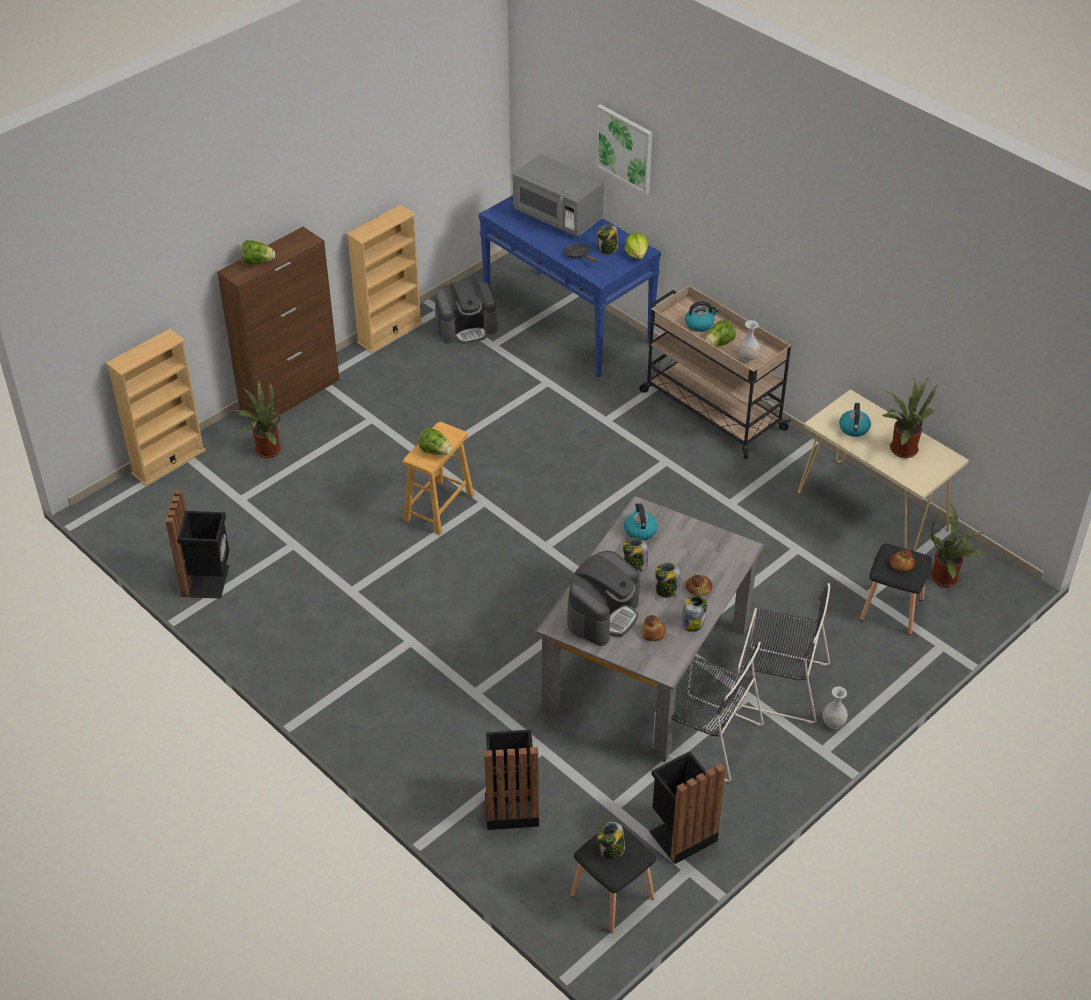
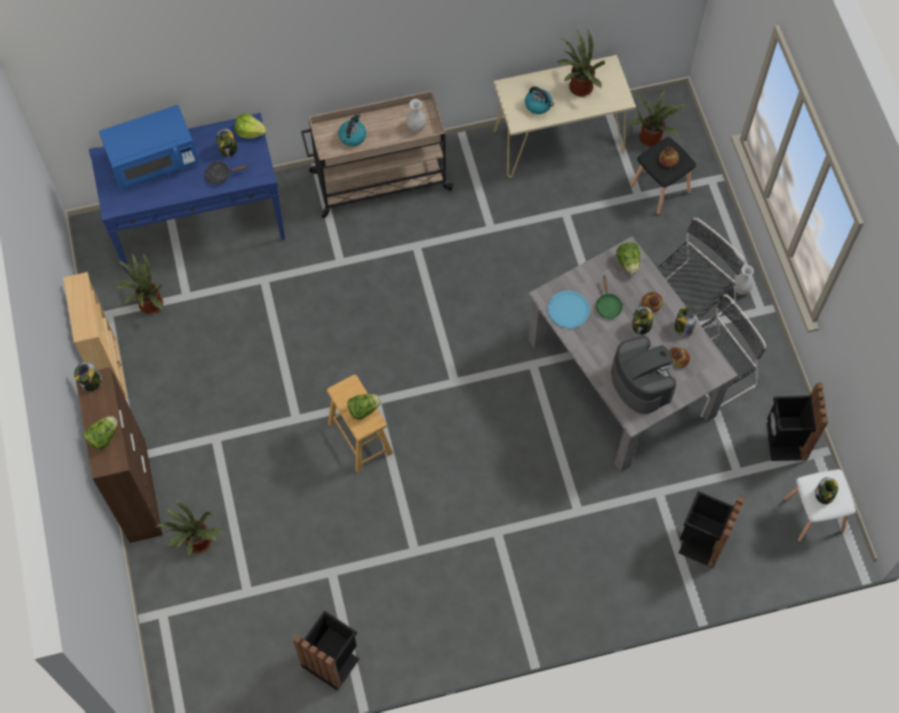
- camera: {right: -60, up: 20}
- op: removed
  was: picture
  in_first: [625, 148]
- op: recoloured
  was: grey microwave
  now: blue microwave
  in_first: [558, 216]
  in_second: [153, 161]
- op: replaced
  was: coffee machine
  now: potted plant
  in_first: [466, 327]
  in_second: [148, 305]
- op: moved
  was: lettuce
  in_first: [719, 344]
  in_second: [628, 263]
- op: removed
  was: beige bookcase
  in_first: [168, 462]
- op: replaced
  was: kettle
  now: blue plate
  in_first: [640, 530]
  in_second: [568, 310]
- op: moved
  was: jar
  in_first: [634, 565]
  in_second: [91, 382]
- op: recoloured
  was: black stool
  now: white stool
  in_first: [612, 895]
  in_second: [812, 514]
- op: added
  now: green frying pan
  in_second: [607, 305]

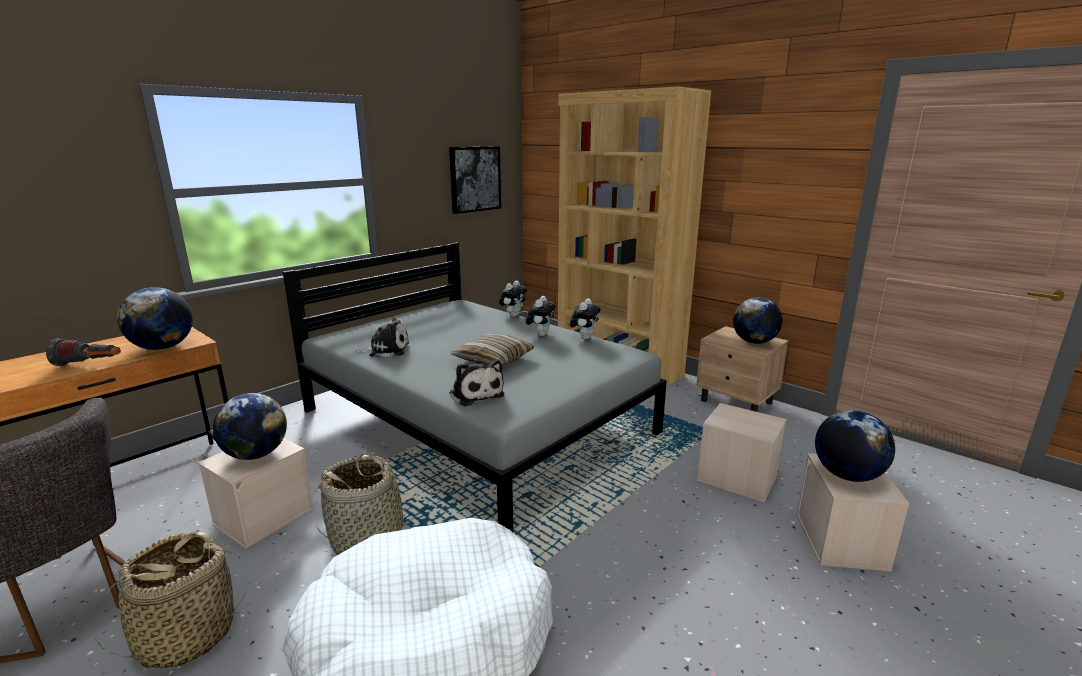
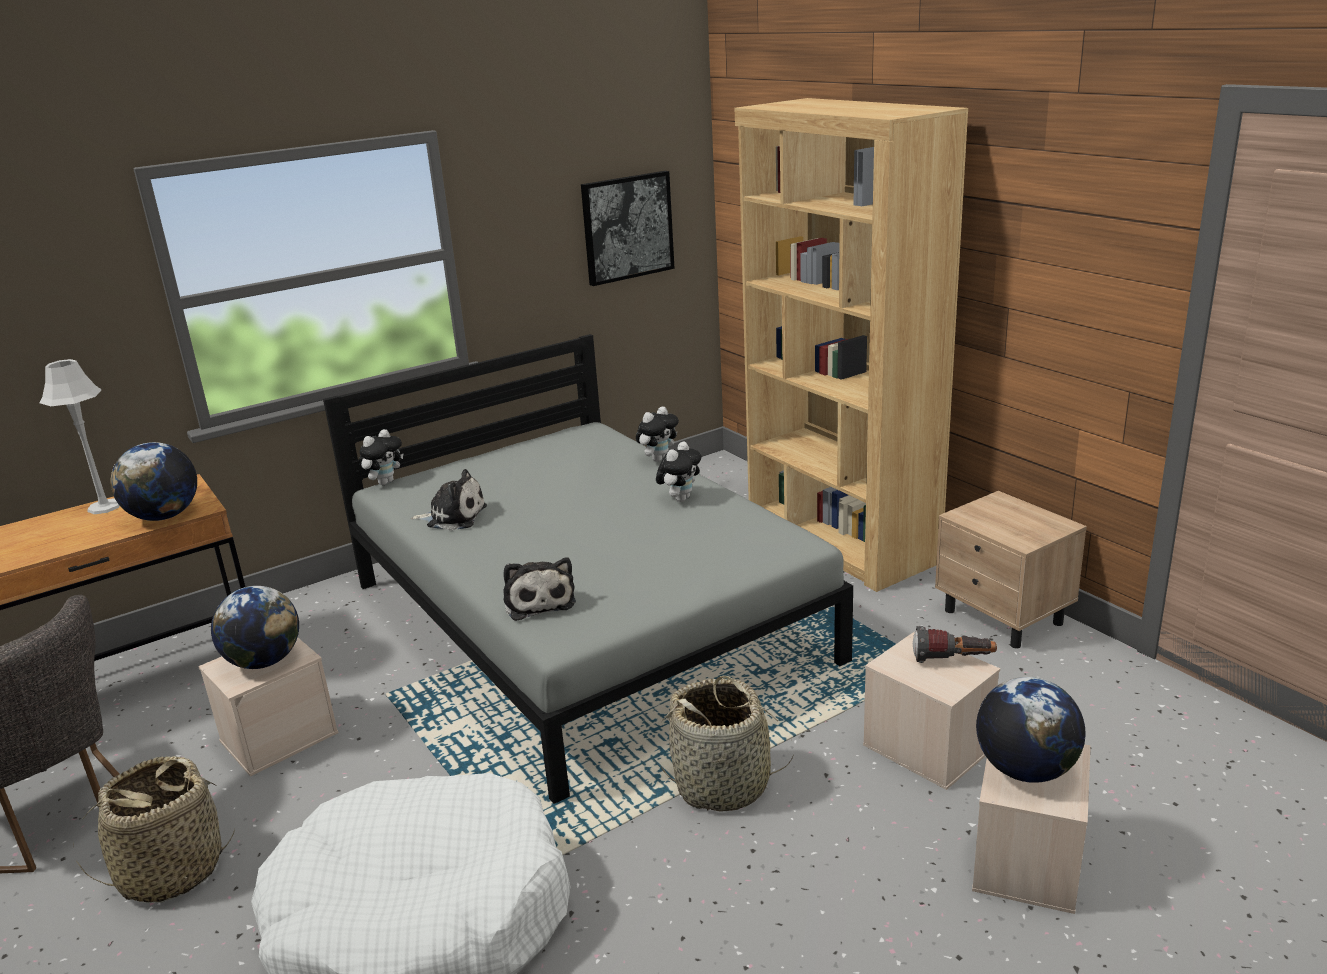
- camera: {right: 15, up: 5}
- op: removed
  was: globe
  in_first: [754, 342]
- op: moved
  was: plush toy
  in_first: [584, 337]
  in_second: [385, 482]
- op: removed
  was: pillow
  in_first: [494, 360]
- op: moved
  was: flashlight
  in_first: [90, 364]
  in_second: [953, 661]
- op: moved
  was: basket
  in_first: [367, 537]
  in_second: [723, 784]
- op: added
  now: grey table lamp
  in_second: [104, 507]

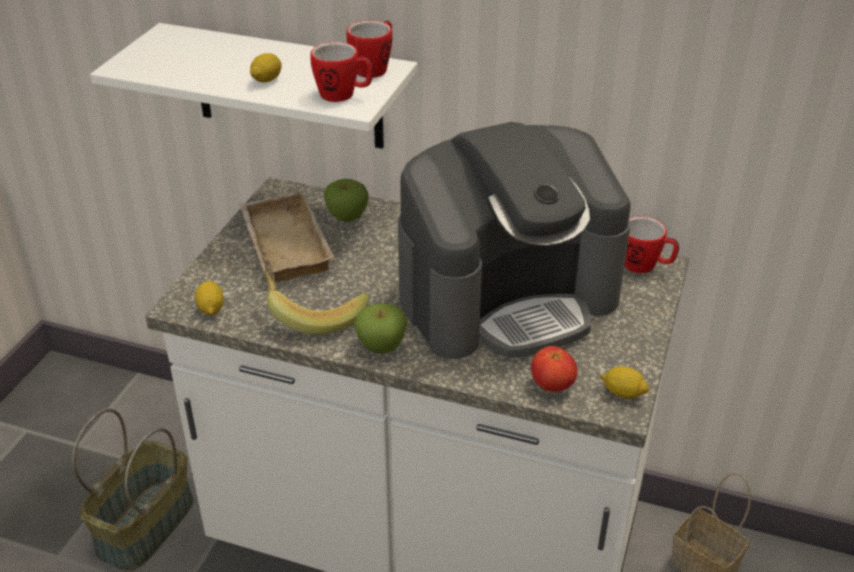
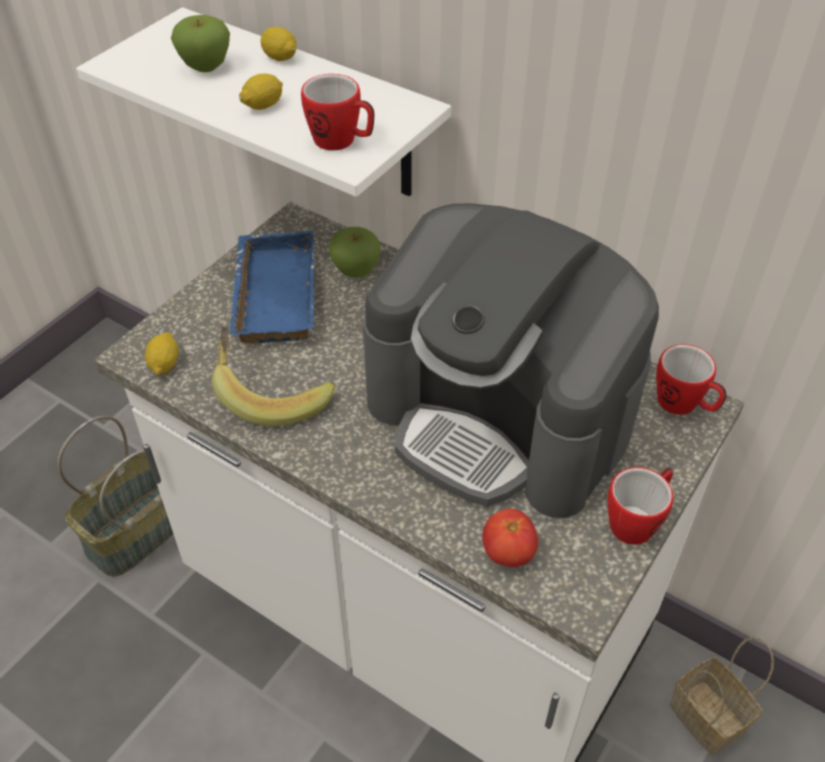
- camera: {right: 15, up: 10}
- op: moved
  was: mug
  in_first: [375, 68]
  in_second: [637, 521]
- op: turned
  was: coffee machine
  in_first: [508, 297]
  in_second: [500, 416]
  clockwise: 45
- op: recoloured
  was: beige tray
  now: blue tray
  in_first: [282, 244]
  in_second: [271, 294]
- op: moved
  was: apple
  in_first: [381, 347]
  in_second: [205, 67]
- op: moved
  was: lemon
  in_first: [623, 393]
  in_second: [279, 57]

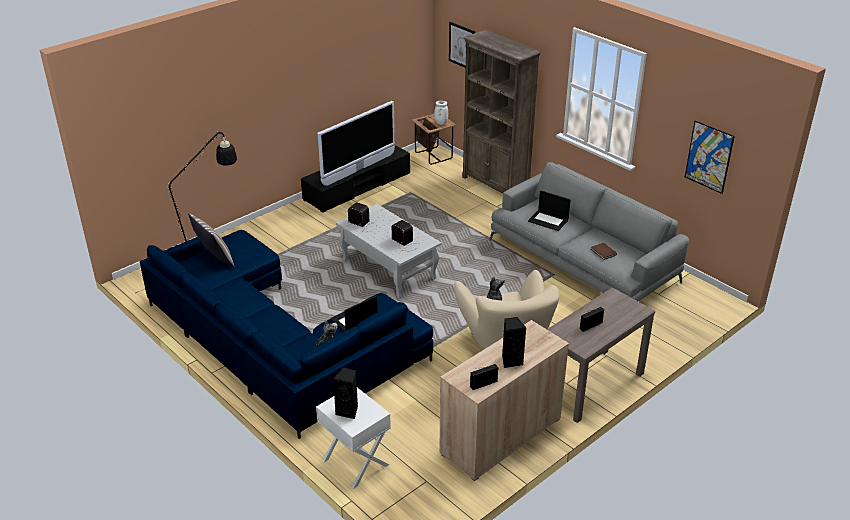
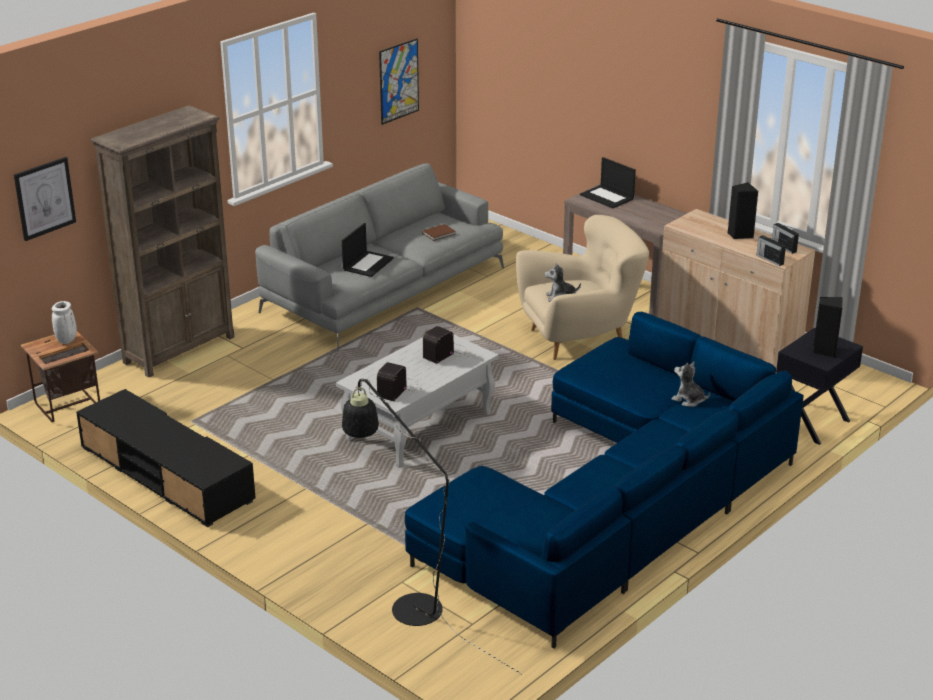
- camera: {right: -95, up: -5}
- op: removed
  was: television
  in_first: [359, 169]
- op: removed
  was: pillow
  in_first: [214, 259]
- op: moved
  was: laptop
  in_first: [354, 319]
  in_second: [607, 197]
- op: moved
  was: radio
  in_first: [591, 325]
  in_second: [769, 259]
- op: recoloured
  was: white nightstand
  now: black nightstand
  in_first: [355, 463]
  in_second: [812, 423]

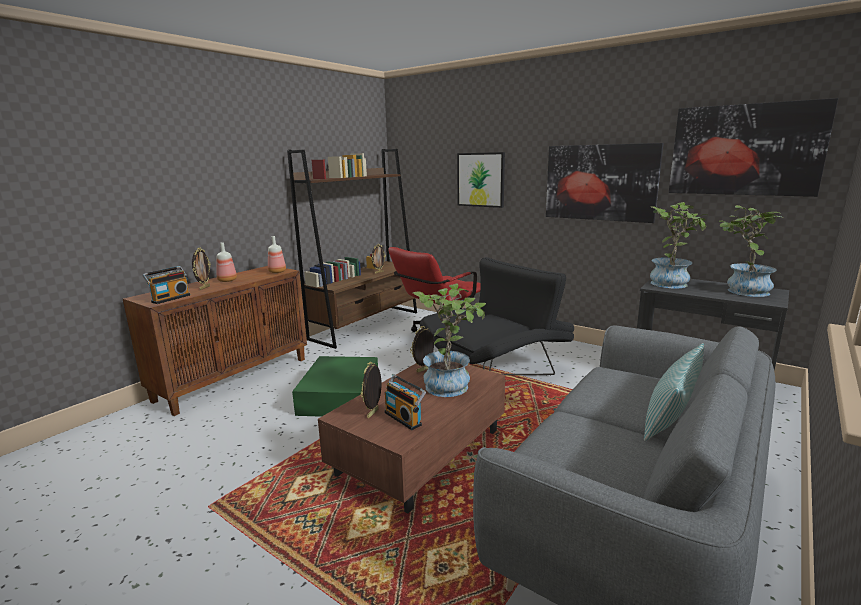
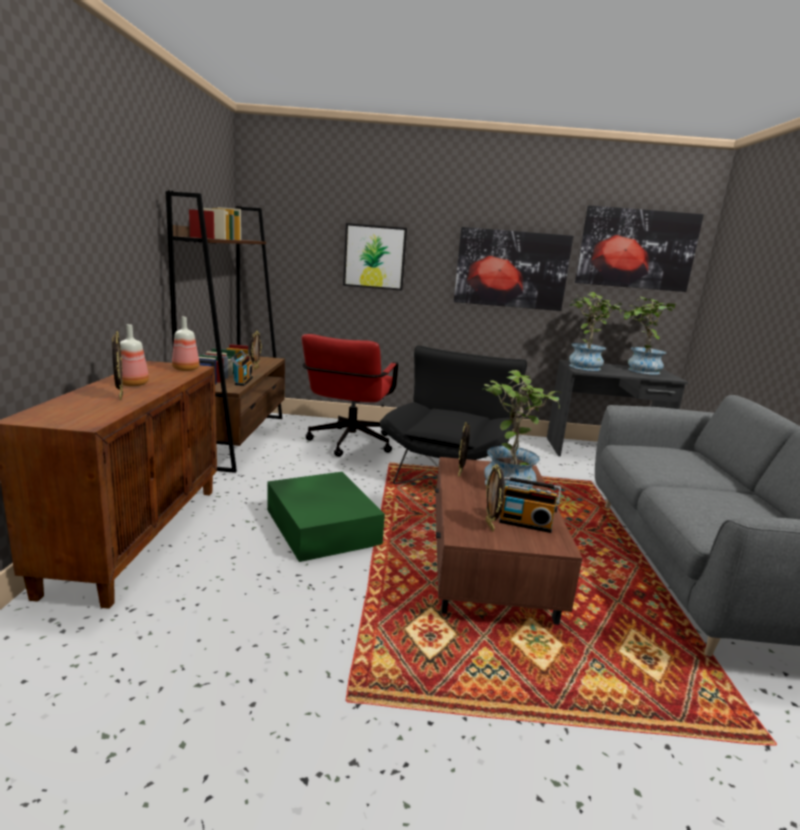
- camera: {right: -35, up: 0}
- op: moved
  was: radio
  in_first: [170, 298]
  in_second: [242, 381]
- op: removed
  was: pillow
  in_first: [671, 415]

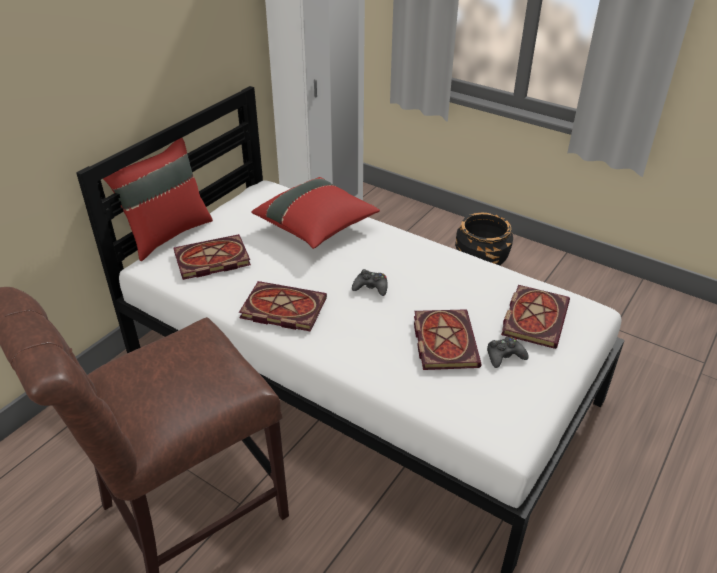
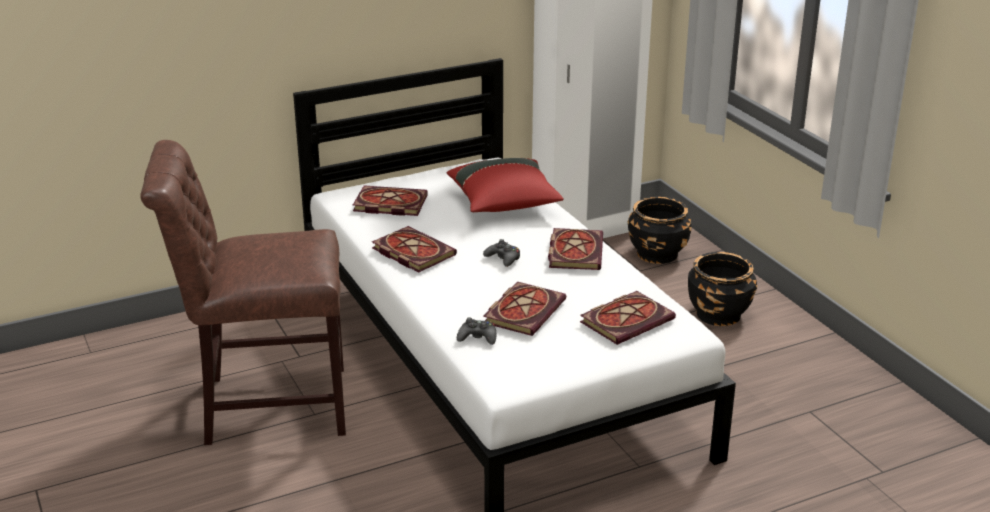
- camera: {right: 30, up: -10}
- op: removed
  was: red pillow
  in_first: [167, 234]
- op: moved
  was: black game controller
  in_first: [504, 356]
  in_second: [478, 337]
- op: added
  now: black planter
  in_second: [657, 254]
- op: added
  now: book
  in_second: [574, 251]

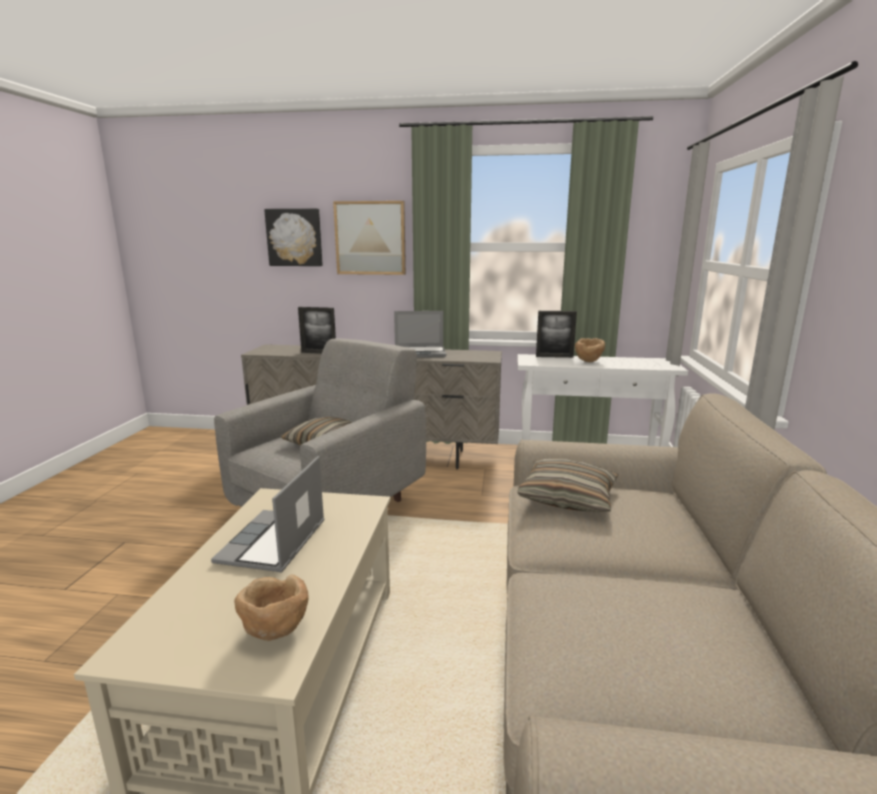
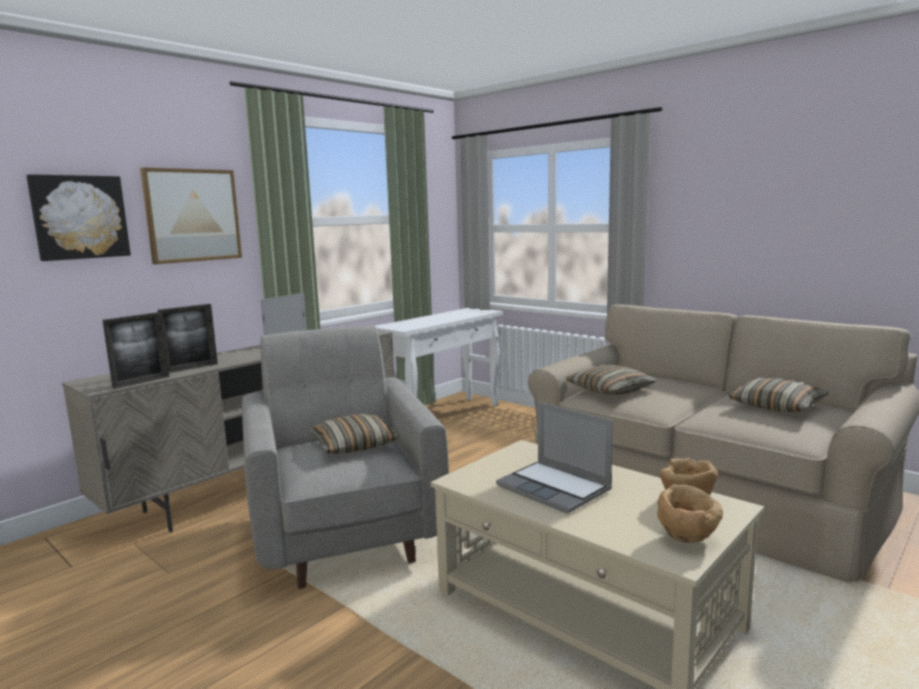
- camera: {right: -55, up: -5}
- op: moved
  was: picture frame
  in_first: [554, 356]
  in_second: [141, 382]
- op: moved
  was: brown bowl
  in_first: [589, 361]
  in_second: [687, 539]
- op: added
  now: pillow
  in_second: [776, 406]

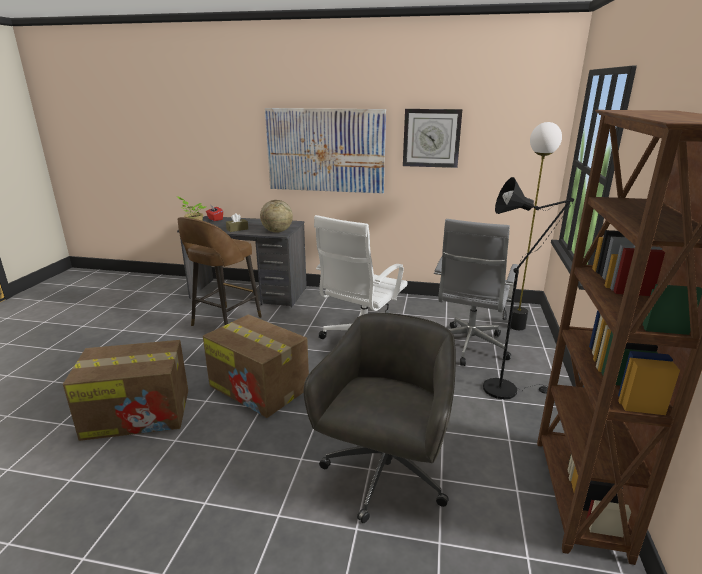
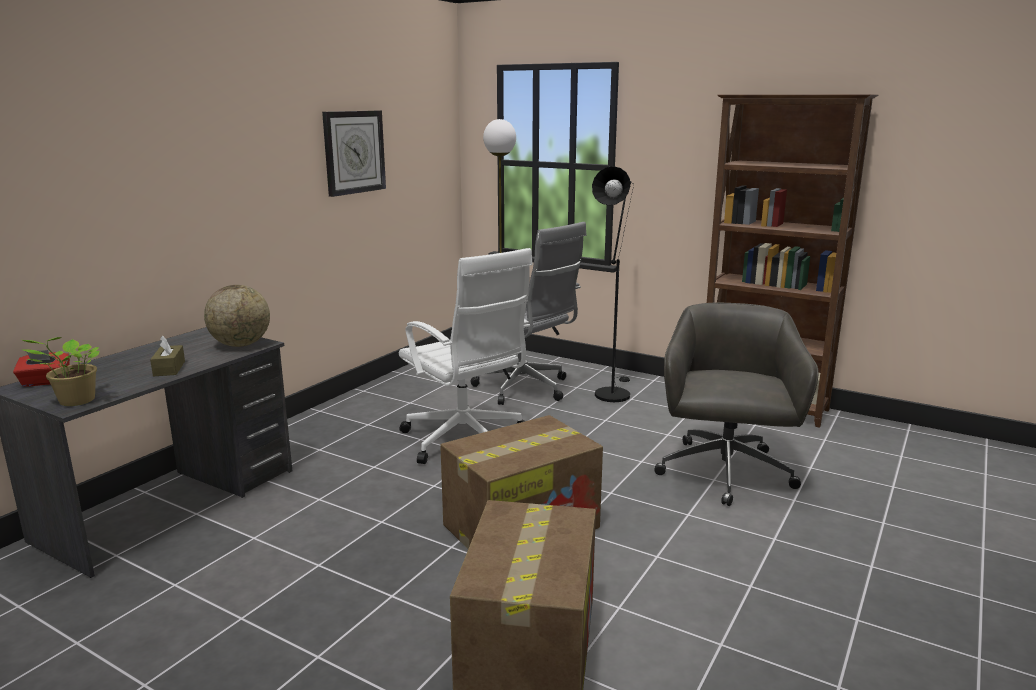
- camera: {right: -70, up: -5}
- op: removed
  was: picture
  in_first: [325, 150]
- op: removed
  was: brown stool
  in_first: [225, 322]
- op: turned
  was: grey office chair
  in_first: [384, 475]
  in_second: [724, 474]
  clockwise: 60

